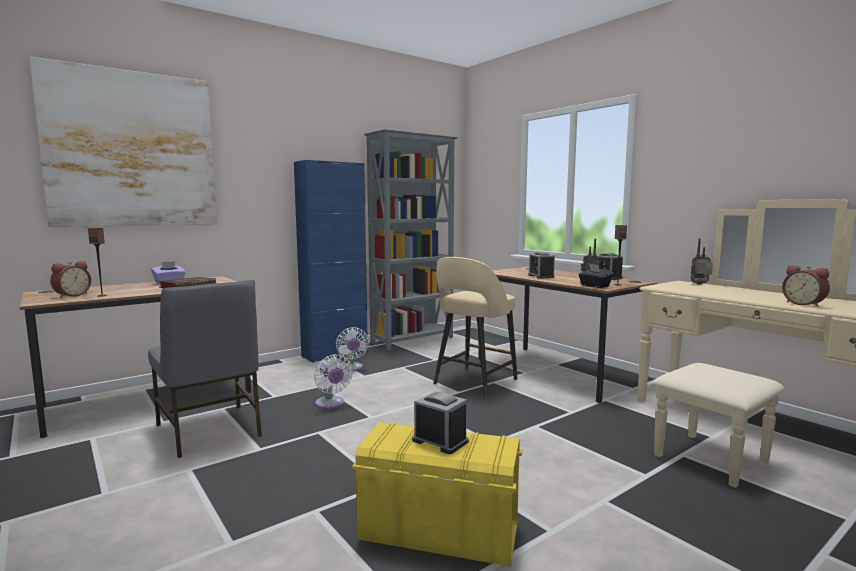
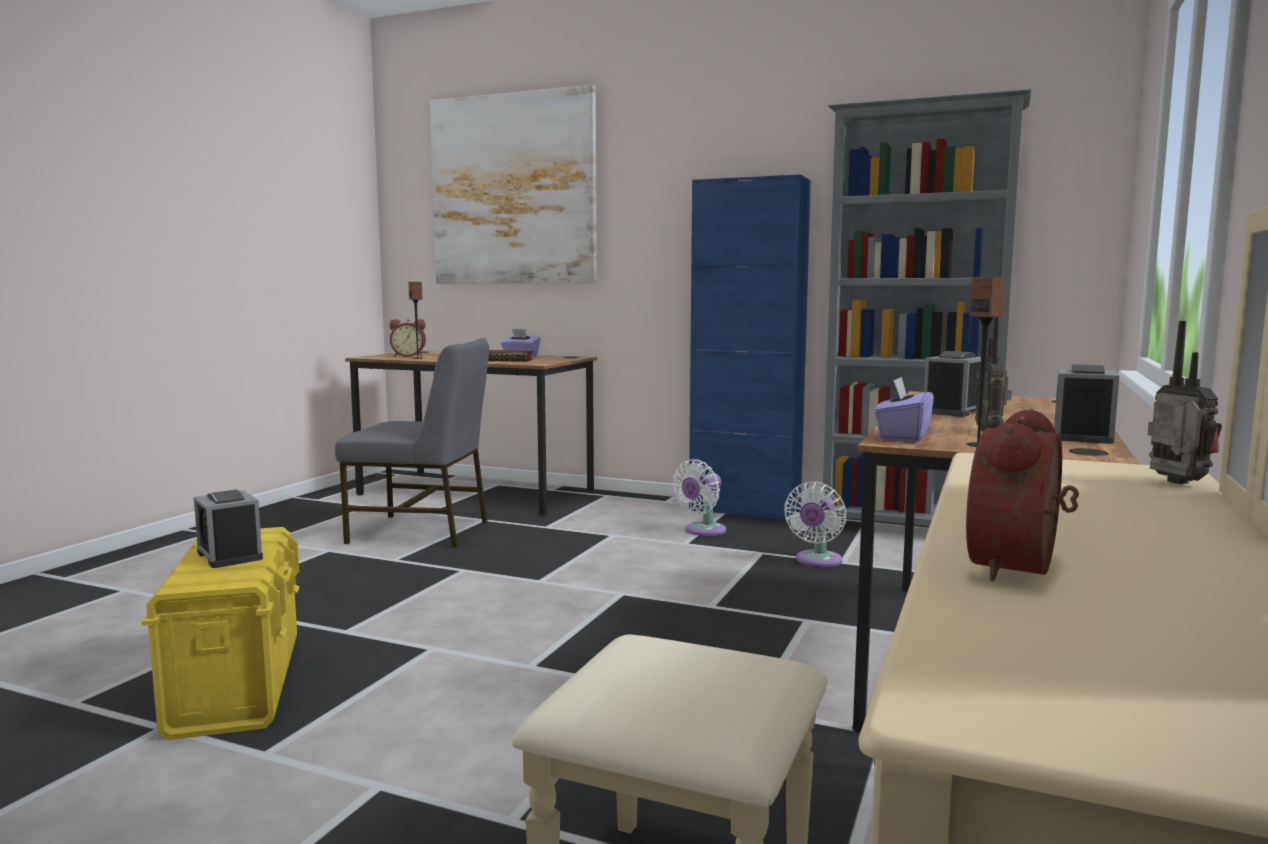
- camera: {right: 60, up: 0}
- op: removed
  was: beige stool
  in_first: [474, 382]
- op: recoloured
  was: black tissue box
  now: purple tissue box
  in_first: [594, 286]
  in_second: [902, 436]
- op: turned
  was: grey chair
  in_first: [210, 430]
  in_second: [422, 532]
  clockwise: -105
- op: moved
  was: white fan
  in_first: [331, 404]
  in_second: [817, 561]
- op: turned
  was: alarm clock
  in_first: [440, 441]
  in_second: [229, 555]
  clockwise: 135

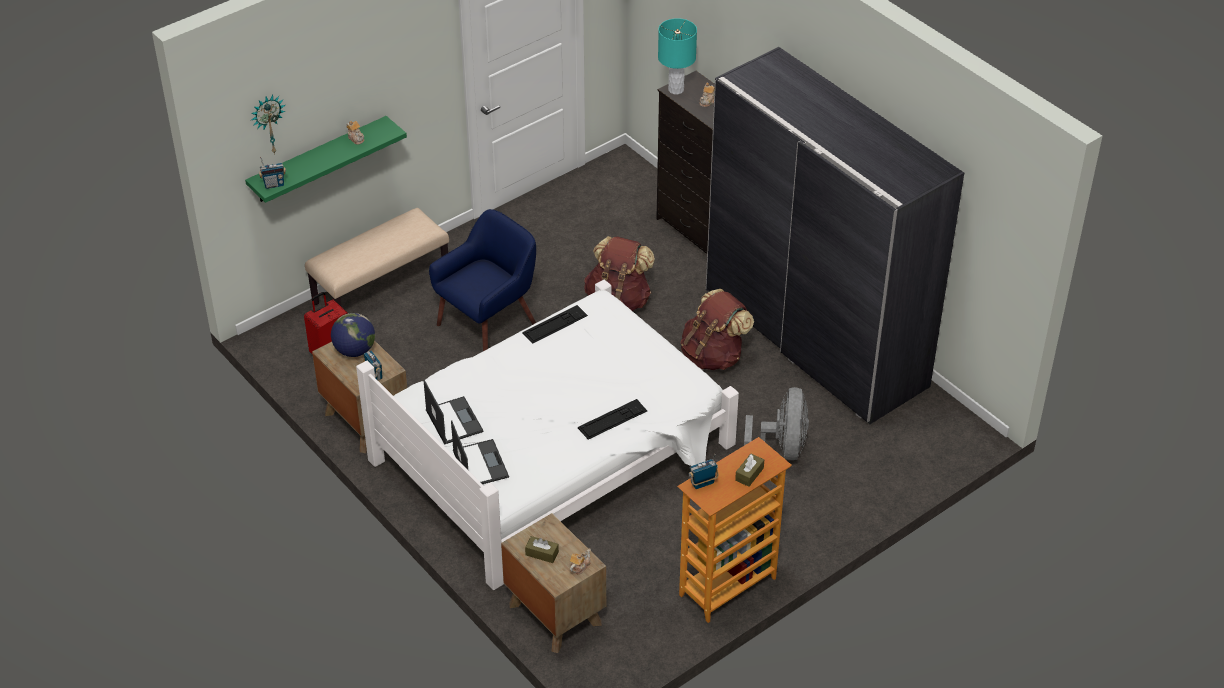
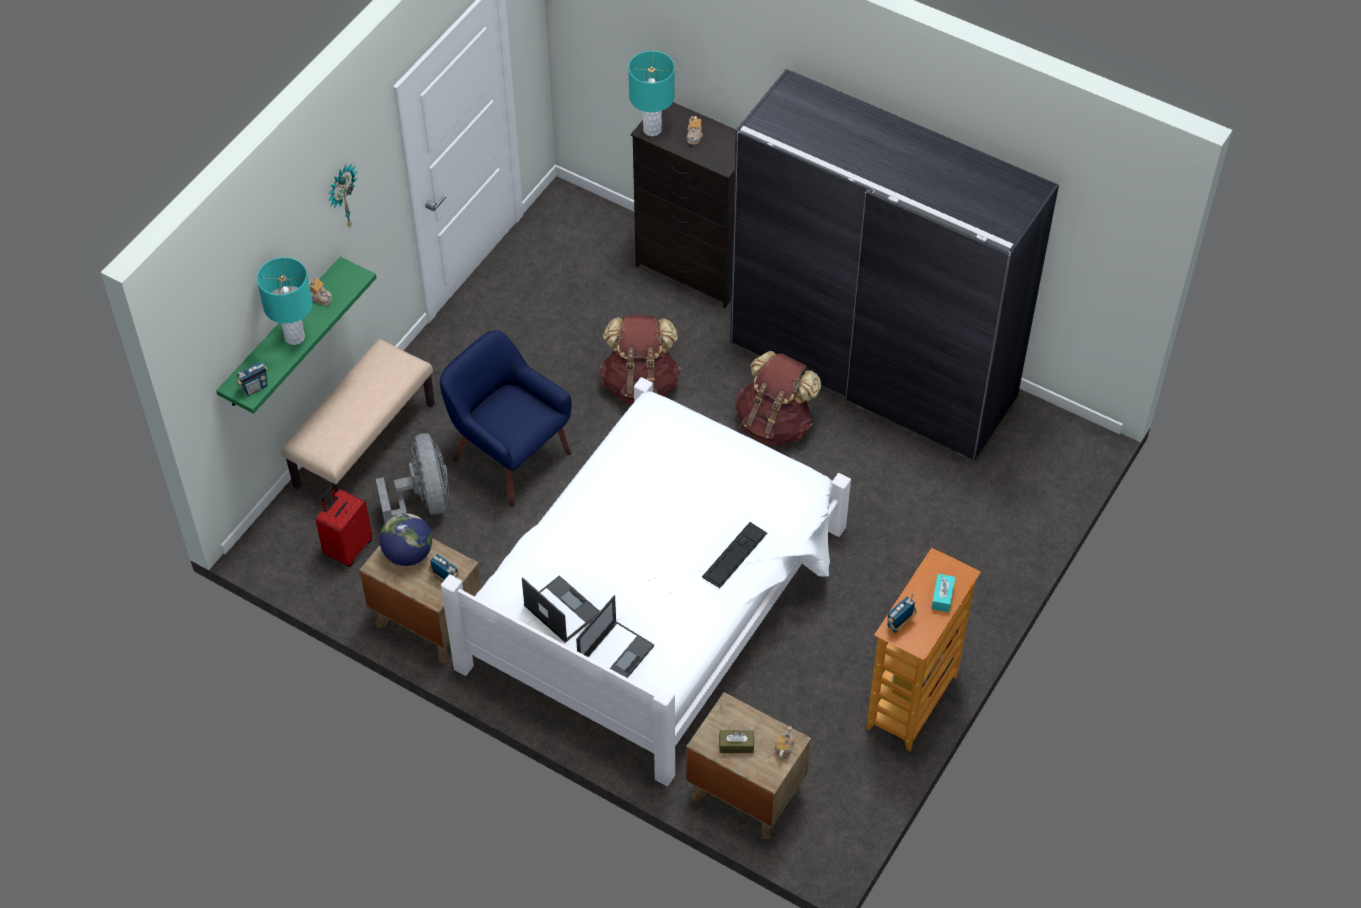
- camera: {right: -20, up: 10}
- op: moved
  was: wall clock
  in_first: [268, 124]
  in_second: [342, 197]
- op: turned
  was: blue armchair
  in_first: [488, 324]
  in_second: [509, 456]
  clockwise: -75
- op: removed
  was: keyboard
  in_first: [555, 324]
- op: moved
  was: grey fan
  in_first: [781, 450]
  in_second: [423, 502]
- op: turned
  was: laptop
  in_first: [480, 463]
  in_second: [616, 654]
  clockwise: 75
- op: recoloured
  was: brown tissue box
  now: turquoise tissue box
  in_first: [749, 474]
  in_second: [942, 596]
- op: added
  now: turquoise table lamp
  in_second: [294, 337]

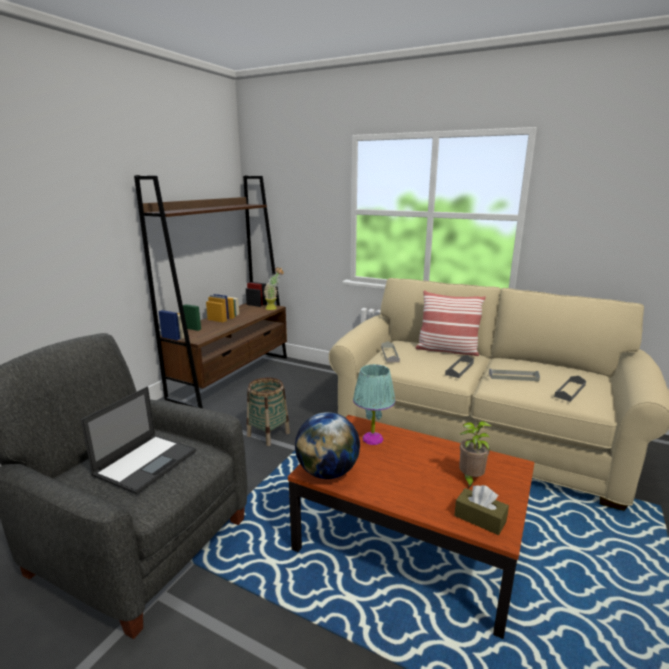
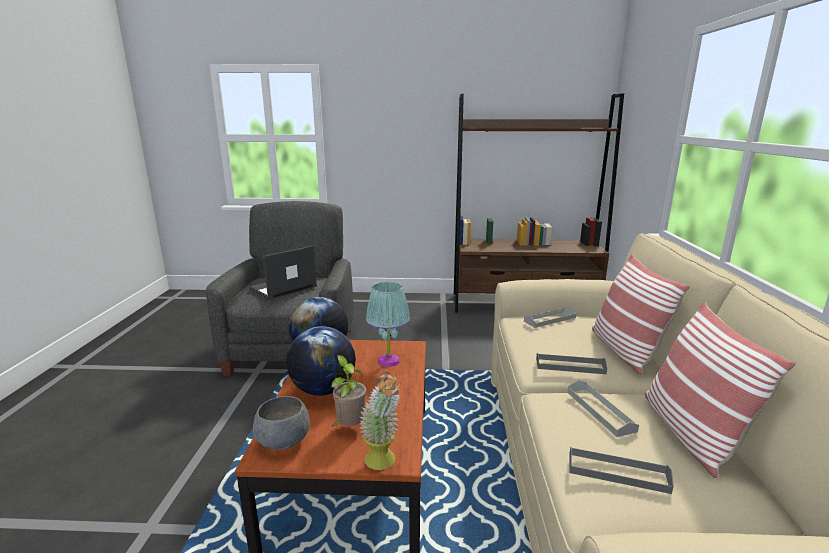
- camera: {right: 65, up: 0}
- op: moved
  was: potted plant
  in_first: [274, 308]
  in_second: [383, 464]
- op: removed
  was: basket
  in_first: [268, 434]
- op: turned
  was: laptop
  in_first: [146, 462]
  in_second: [282, 287]
  clockwise: 135
- op: replaced
  was: brown tissue box
  now: grey bowl
  in_first: [480, 518]
  in_second: [283, 440]
- op: added
  now: pillow
  in_second: [690, 433]
- op: added
  now: globe
  in_second: [323, 389]

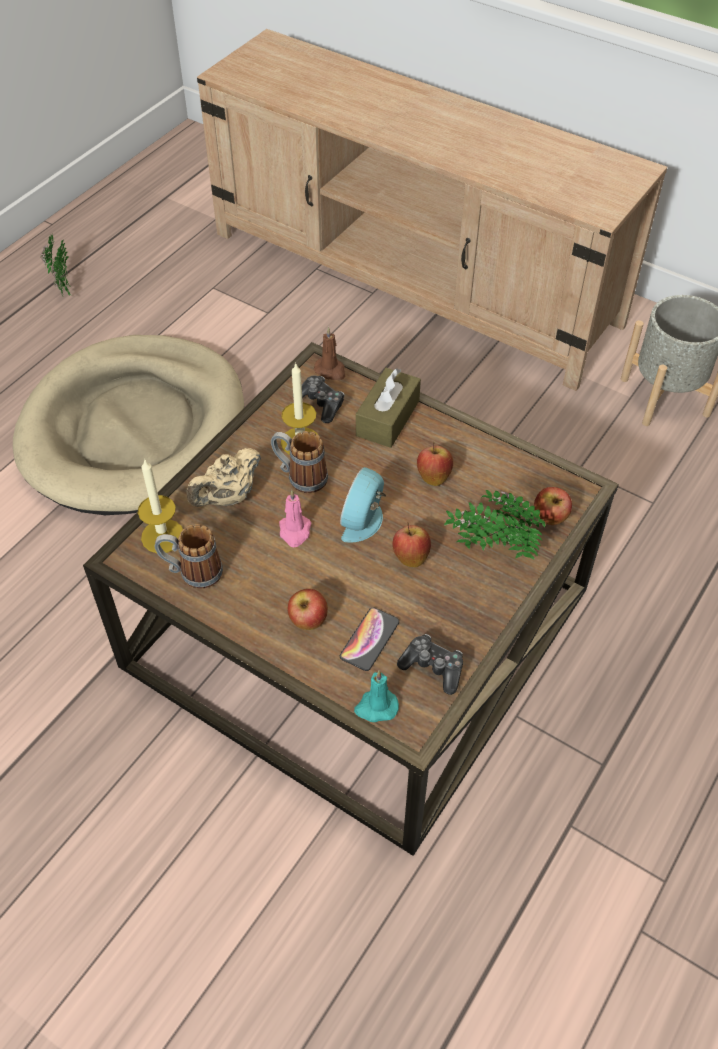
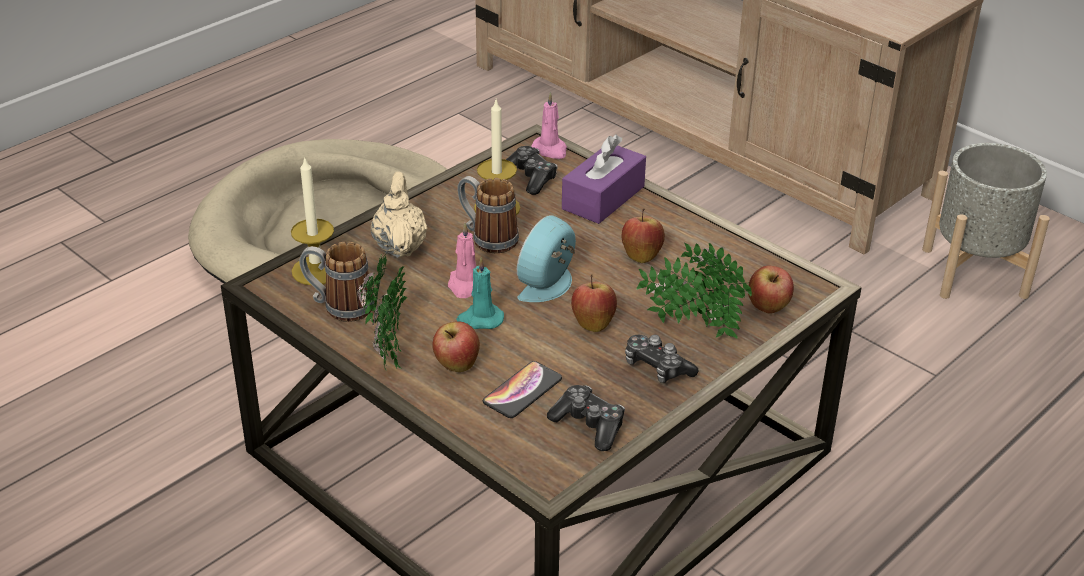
- camera: {right: 10, up: -15}
- op: moved
  was: potted plant
  in_first: [63, 289]
  in_second: [386, 354]
- op: recoloured
  was: brown candle
  now: pink candle
  in_first: [330, 370]
  in_second: [550, 150]
- op: recoloured
  was: brown tissue box
  now: purple tissue box
  in_first: [387, 418]
  in_second: [603, 198]
- op: turned
  was: beige teapot
  in_first: [228, 497]
  in_second: [400, 246]
  clockwise: 120
- op: moved
  was: turquoise candle
  in_first: [376, 707]
  in_second: [480, 319]
- op: added
  now: game controller
  in_second: [657, 367]

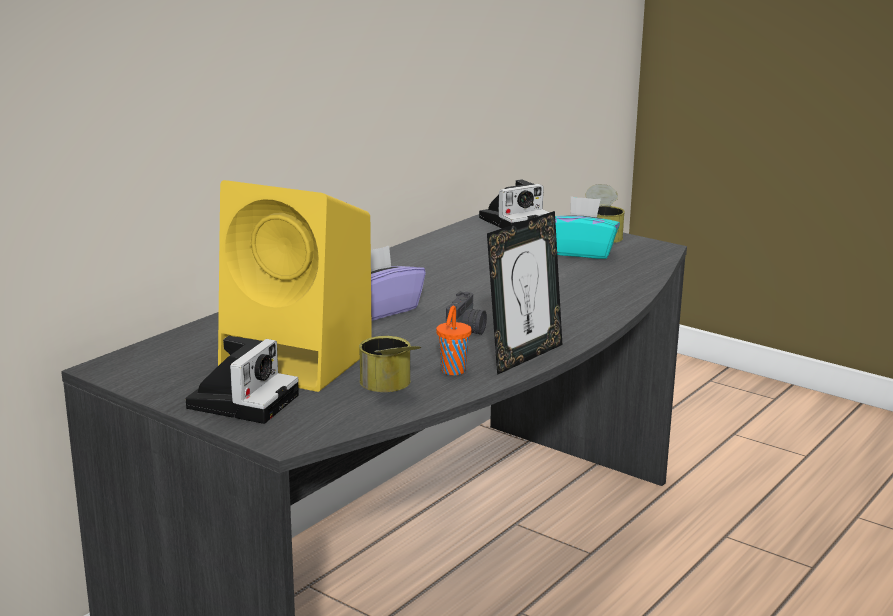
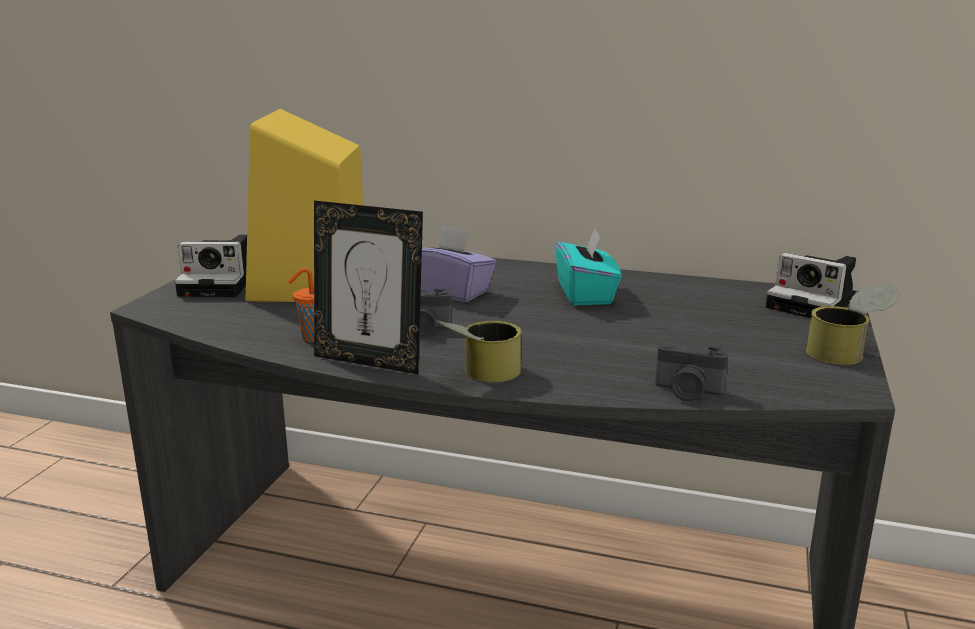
- camera: {right: 70, up: 0}
- op: moved
  was: turquoise tissue box
  in_first: [581, 252]
  in_second: [586, 294]
- op: moved
  was: can
  in_first: [389, 388]
  in_second: [479, 375]
- op: added
  now: photo camera
  in_second: [688, 392]

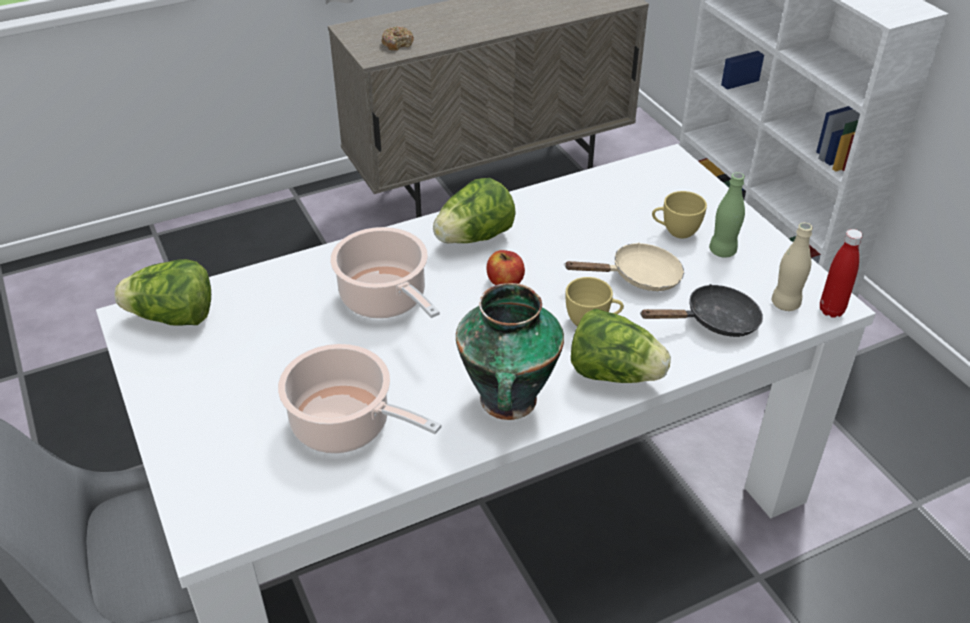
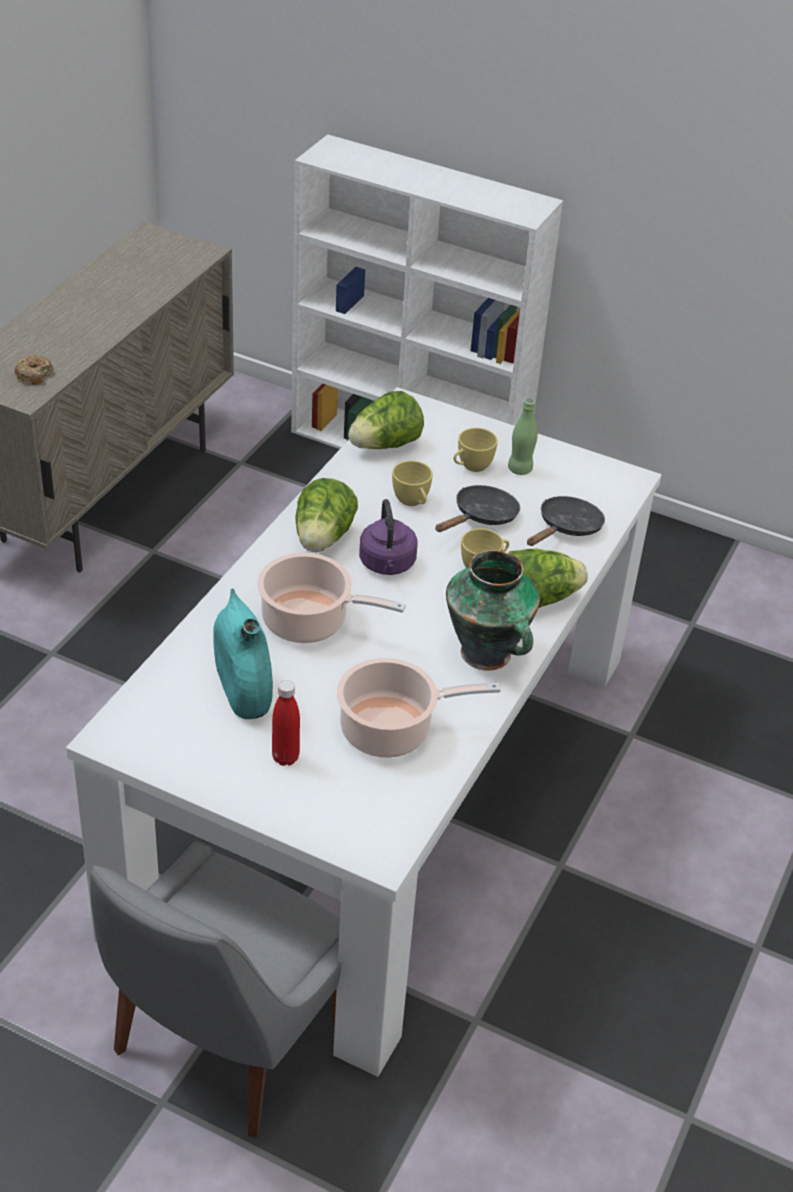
- camera: {right: -40, up: 0}
- op: removed
  was: beige bottle
  in_first: [785, 303]
- op: moved
  was: red bottle
  in_first: [831, 310]
  in_second: [285, 757]
- op: recoloured
  was: beige frying pan
  now: black frying pan
  in_first: [638, 277]
  in_second: [481, 517]
- op: replaced
  was: apple
  now: purple kettle
  in_first: [505, 282]
  in_second: [387, 565]
- op: moved
  was: lettuce
  in_first: [173, 318]
  in_second: [385, 445]
- op: added
  now: yellow cup
  in_second: [412, 502]
- op: added
  now: turquoise vase
  in_second: [243, 688]

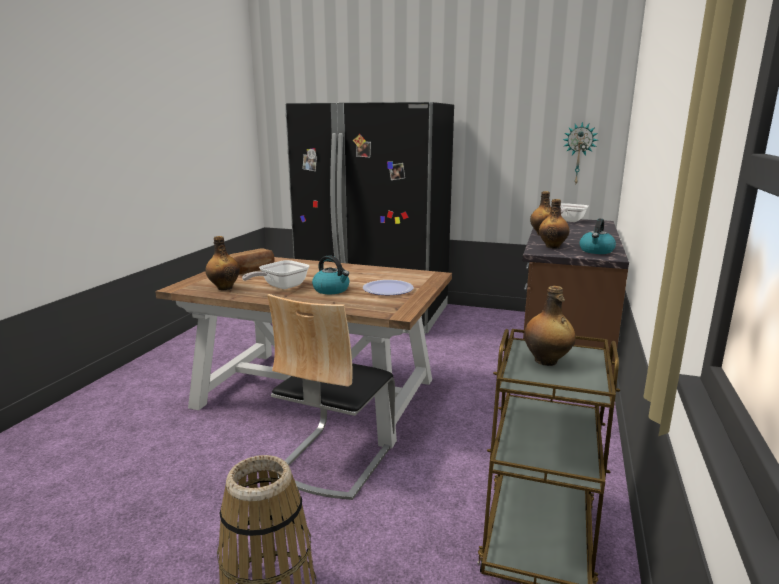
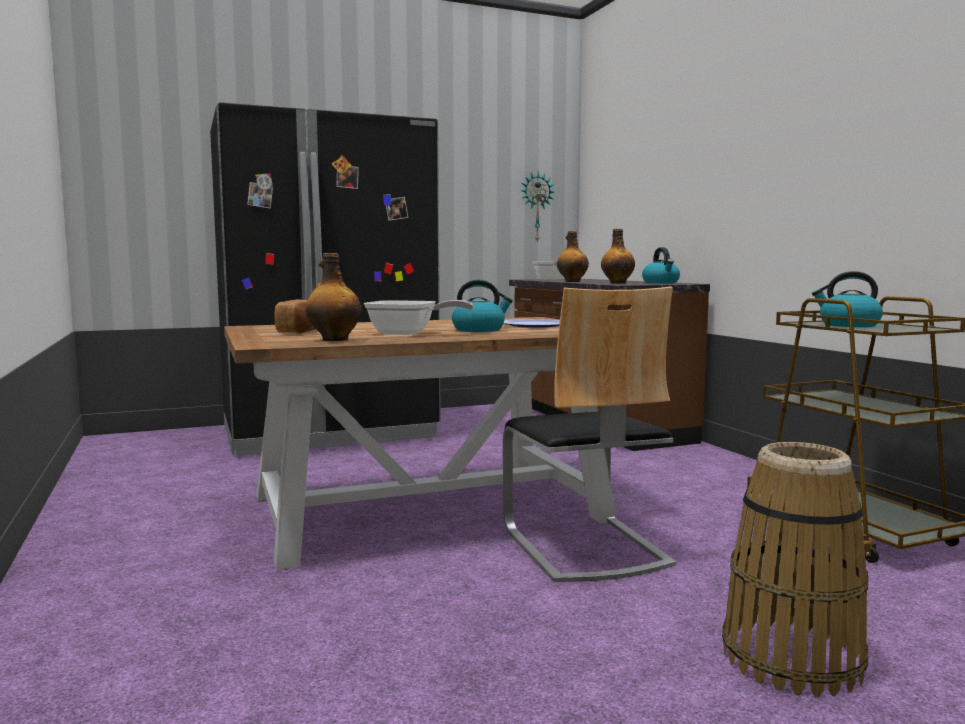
- camera: {right: -40, up: -10}
- op: turned
  was: frying pan
  in_first: [281, 287]
  in_second: [408, 333]
  clockwise: -75
- op: replaced
  was: bottle
  now: kettle
  in_first: [546, 361]
  in_second: [848, 325]

